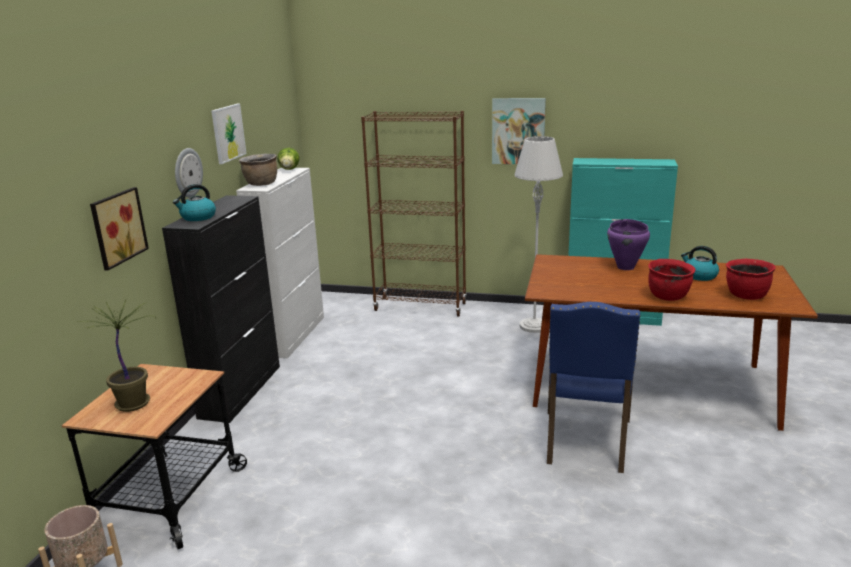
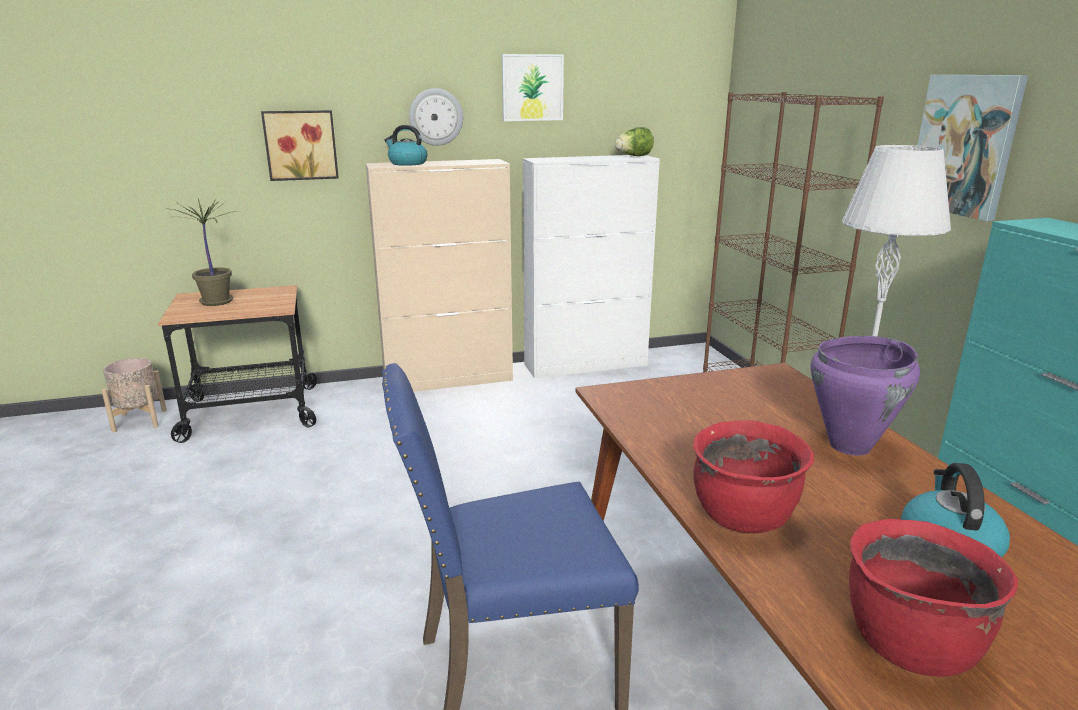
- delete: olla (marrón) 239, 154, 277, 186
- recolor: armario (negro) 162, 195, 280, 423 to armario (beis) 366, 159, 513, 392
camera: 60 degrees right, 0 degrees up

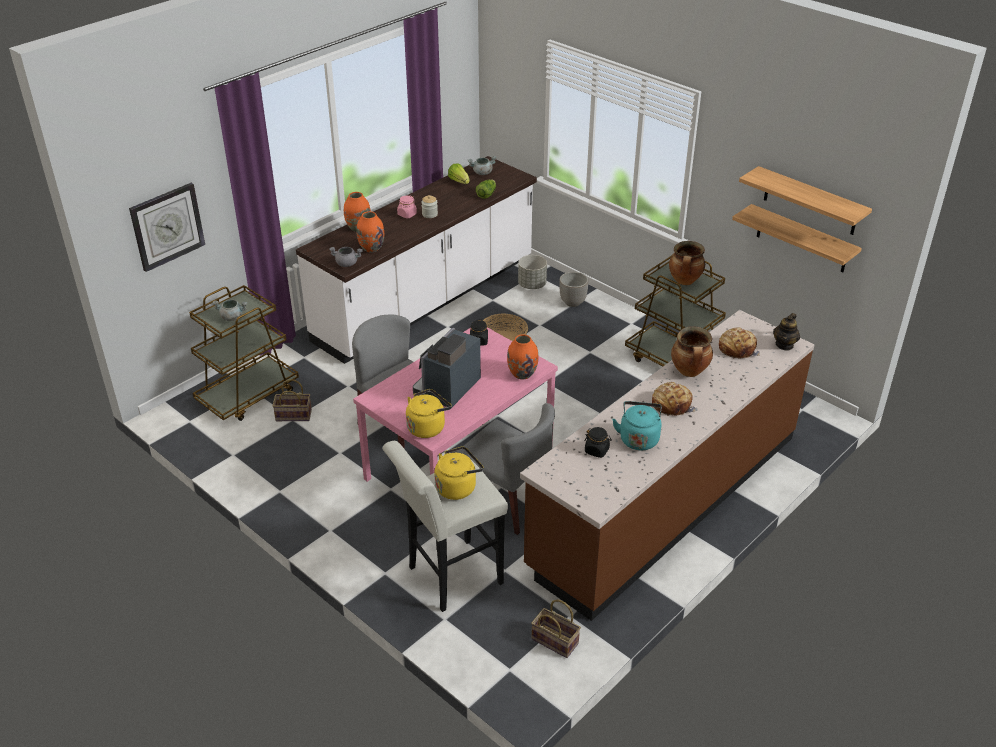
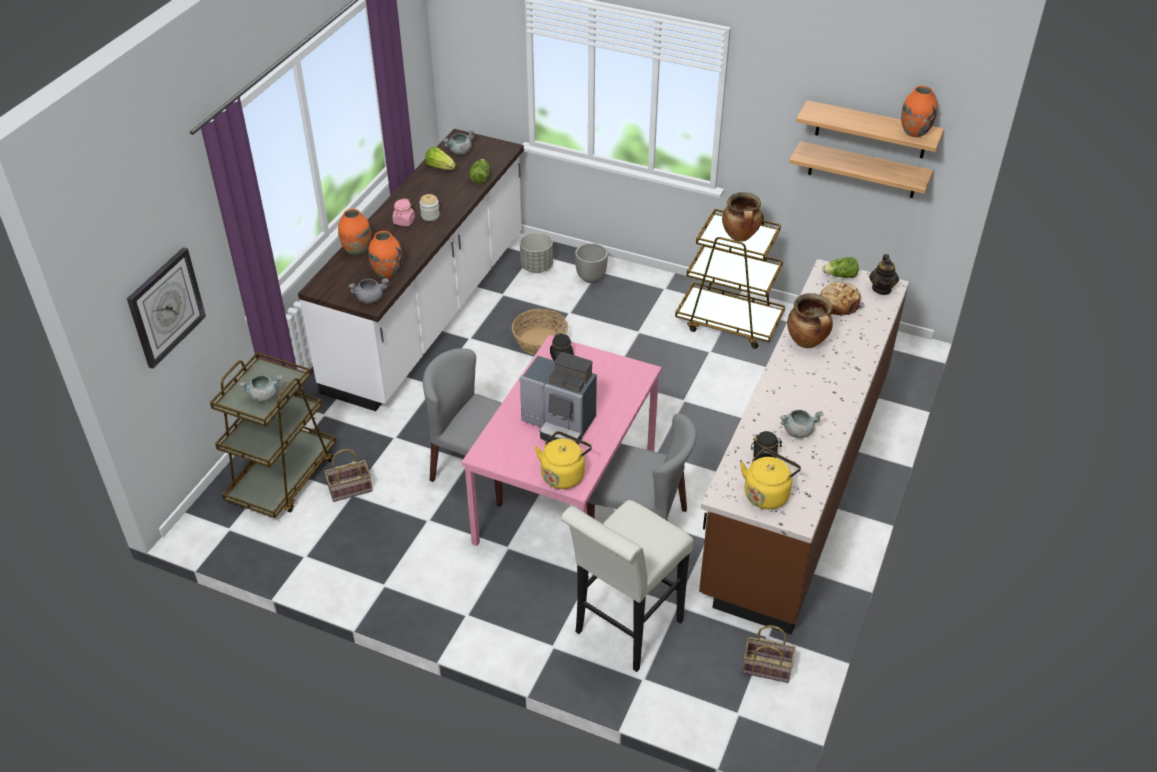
- rotate: cafetera 413, 328, 481, 407 = 520, 352, 597, 445 75 degrees counterclockwise
- move: florero (naranja) 507, 334, 539, 380 to 901, 86, 938, 137
- delete: pan 652, 382, 695, 416
- replace: hervidor (turquesa) 612, 401, 662, 450 to olla (gris) 780, 410, 824, 438
- move: hervidor (amarillo) 434, 446, 484, 500 to 740, 448, 801, 509
- insert: lechuga 822, 257, 859, 278
camera: 20 degrees left, 5 degrees up

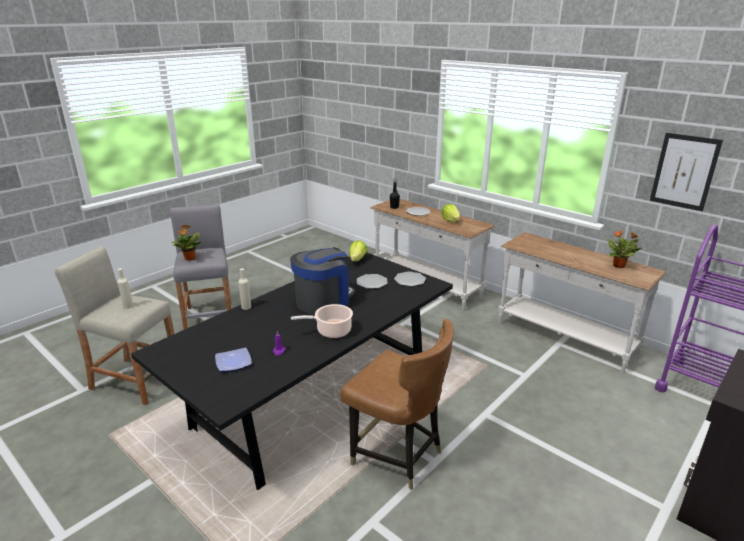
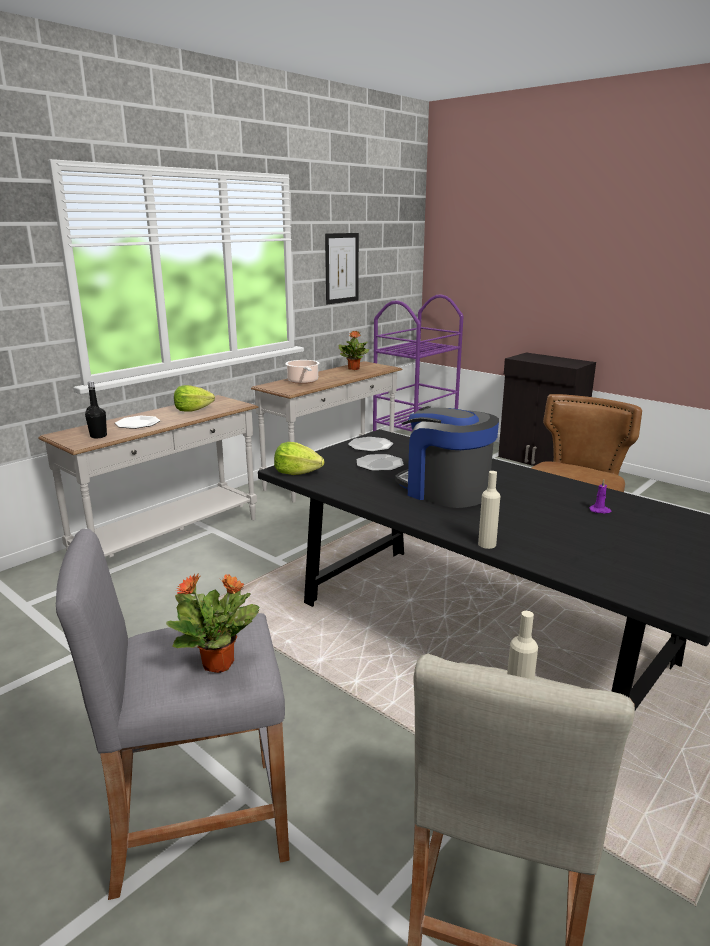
- move: olla 291, 304, 353, 338 to 285, 360, 320, 384
- delete: plato 215, 347, 252, 372
camera: 90 degrees left, 5 degrees down

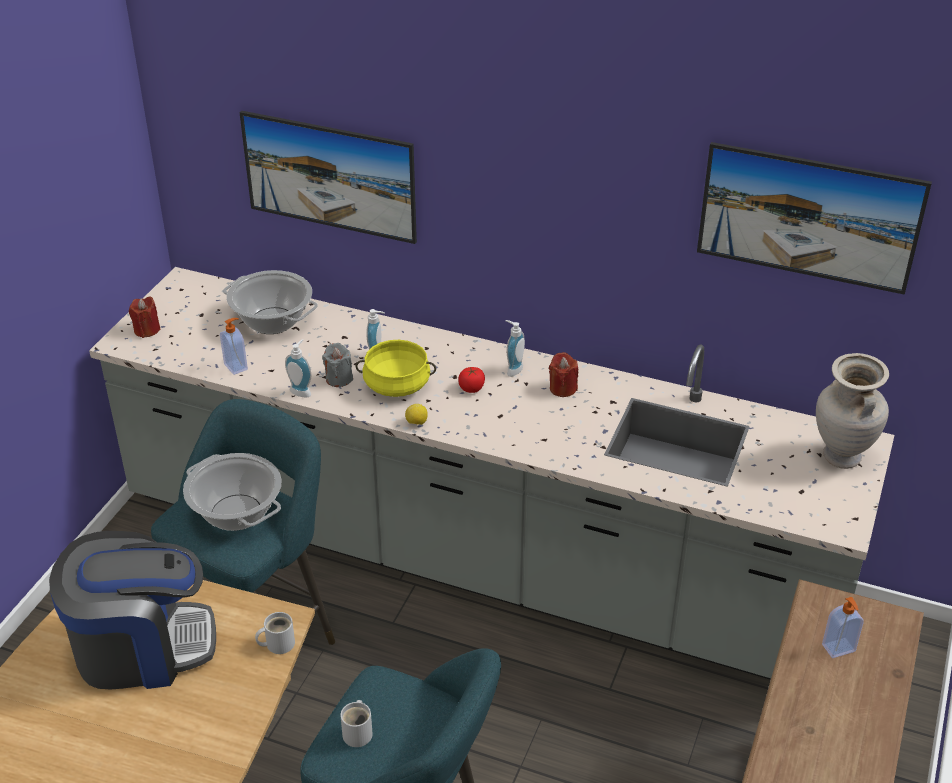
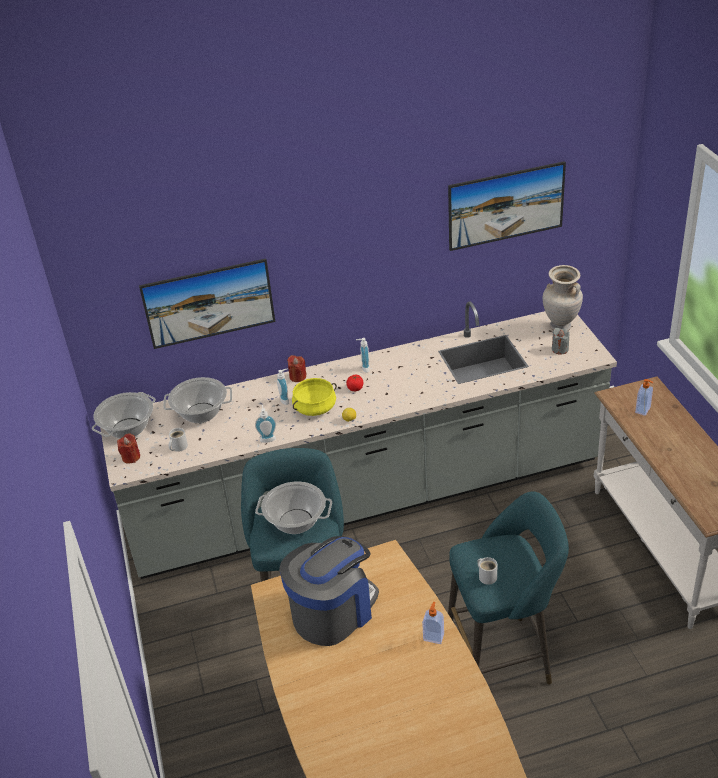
- move: dispensador de jabón 220, 318, 248, 375 to 422, 602, 444, 644
- move: vela (gris) 322, 343, 353, 387 to 552, 328, 570, 355
- move: vela (rojo) 549, 352, 578, 397 to 288, 355, 306, 382
- move: taza grande (blanco) 255, 612, 295, 654 to 169, 428, 188, 452
- insert: olla 92, 392, 156, 439
camera: 35 degrees left, 0 degrees up

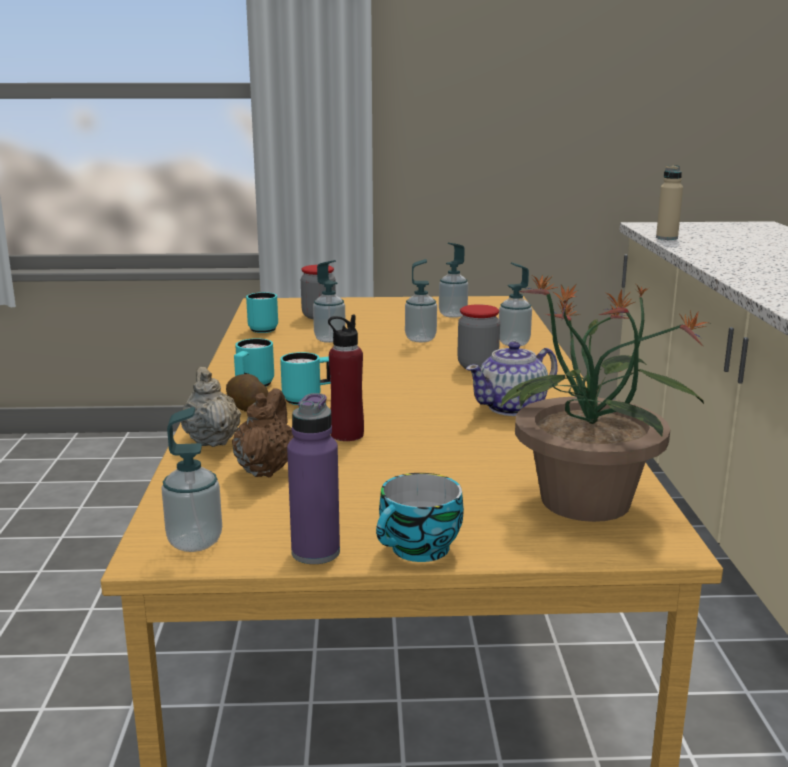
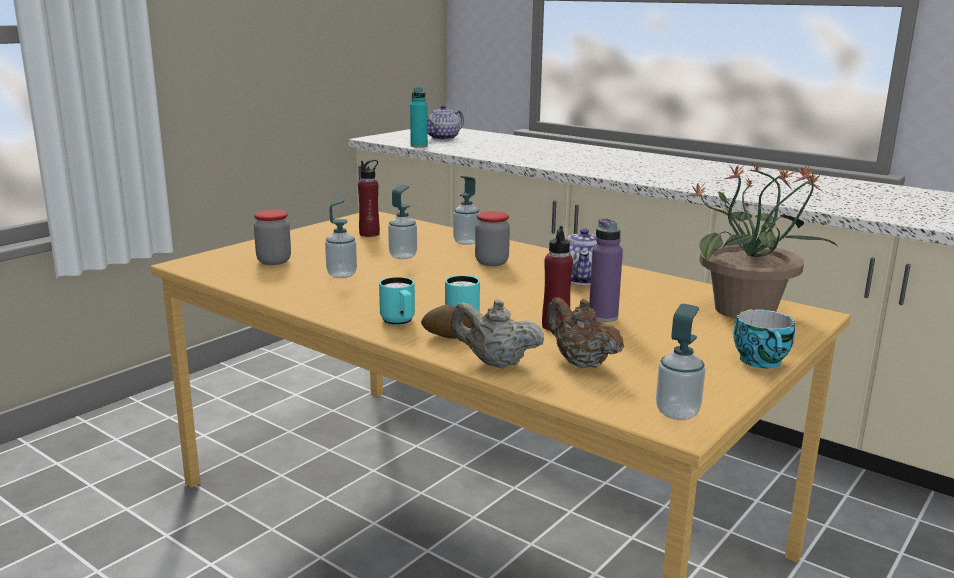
- recolor: botella (beis) 656, 165, 683, 240 to botella (turquesa) 410, 87, 428, 147
- replace: dispensador de jabón 439, 243, 468, 318 to botella (rojo) 358, 160, 380, 237
- delete: taza grande (turquesa) 246, 292, 278, 333
- move: botella (morado) 287, 393, 340, 564 to 589, 218, 623, 322
- insert: tetera 427, 105, 464, 140
camera: 50 degrees left, 0 degrees up

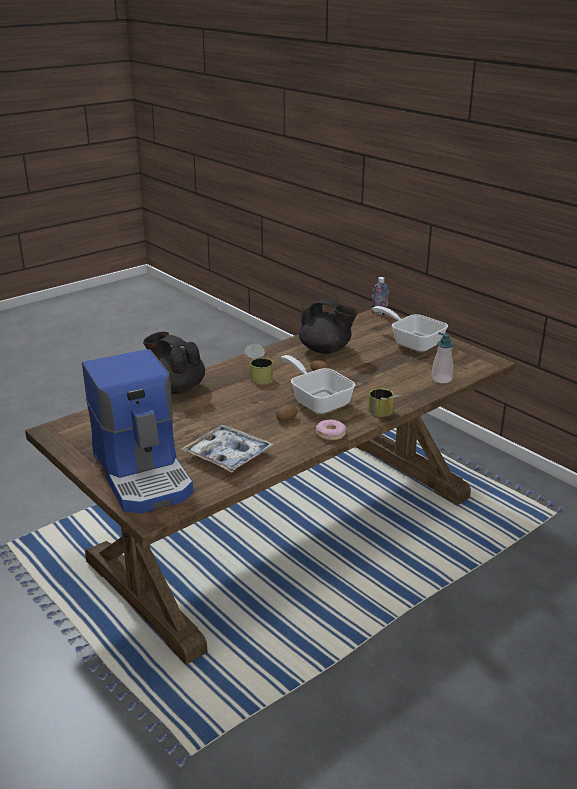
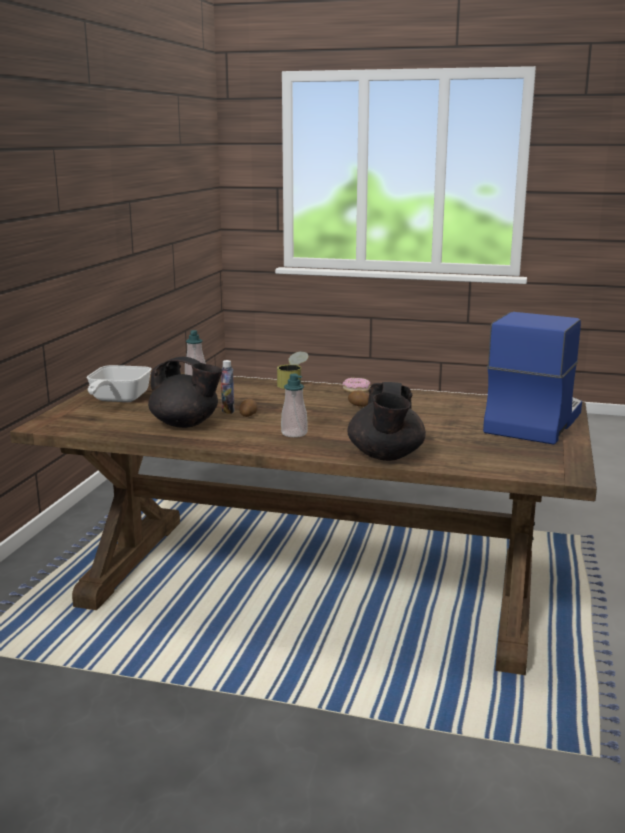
- move: botella 372, 277, 389, 315 to 221, 360, 235, 414
- rotate: tetera (negro) 299, 299, 357, 354 = 148, 357, 223, 428 120 degrees clockwise
- replace: lata 245, 343, 273, 384 to dispensador de jabón 281, 374, 308, 437
- delete: sartén 281, 355, 355, 414
- delete: bandeja 181, 425, 274, 472
camera: 125 degrees left, 10 degrees down

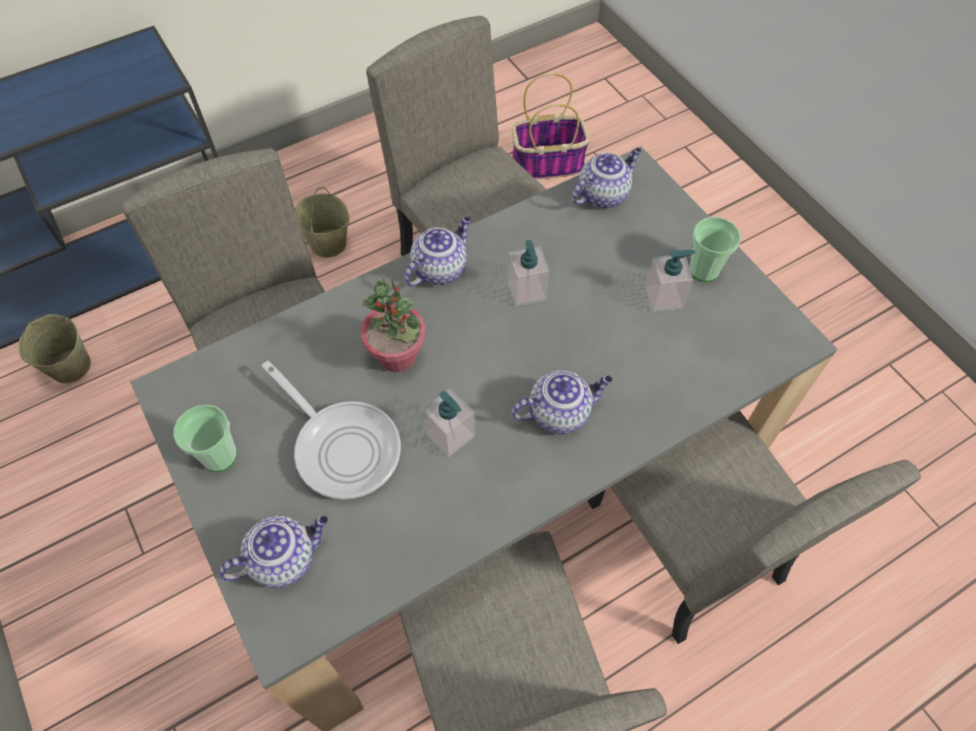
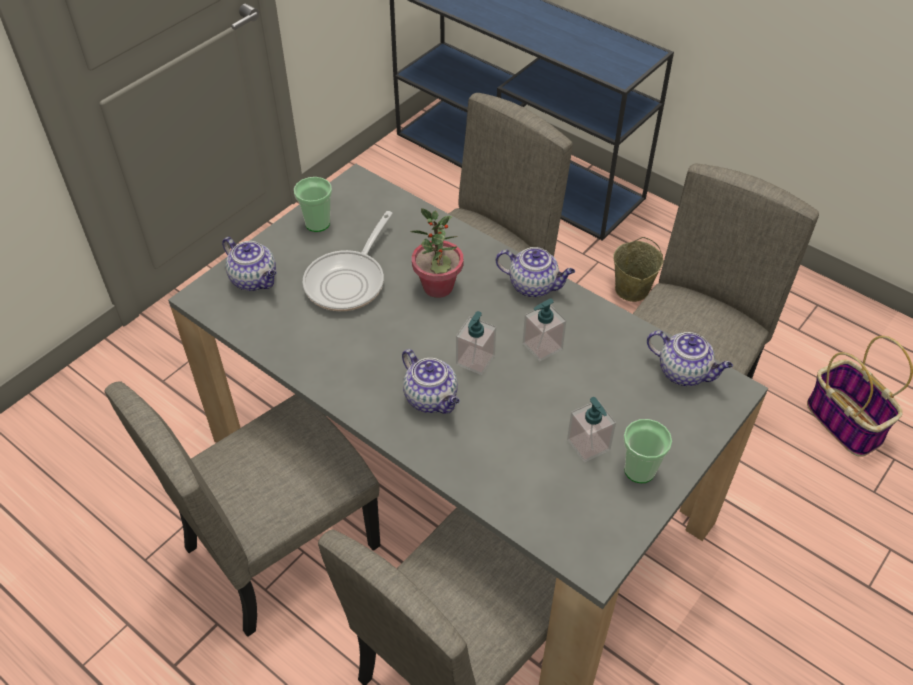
- delete: cubo (beis) 18, 314, 91, 383
- move: dispensador de jabón 422, 388, 475, 457 to 456, 311, 496, 375
camera: 70 degrees right, 10 degrees down

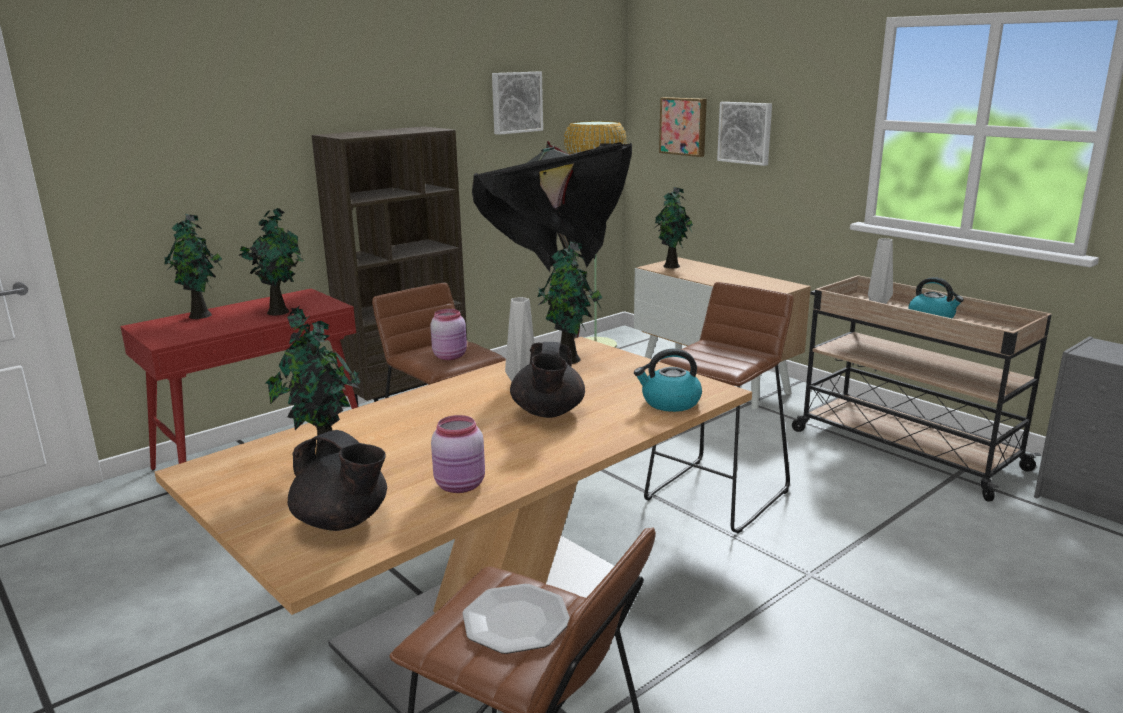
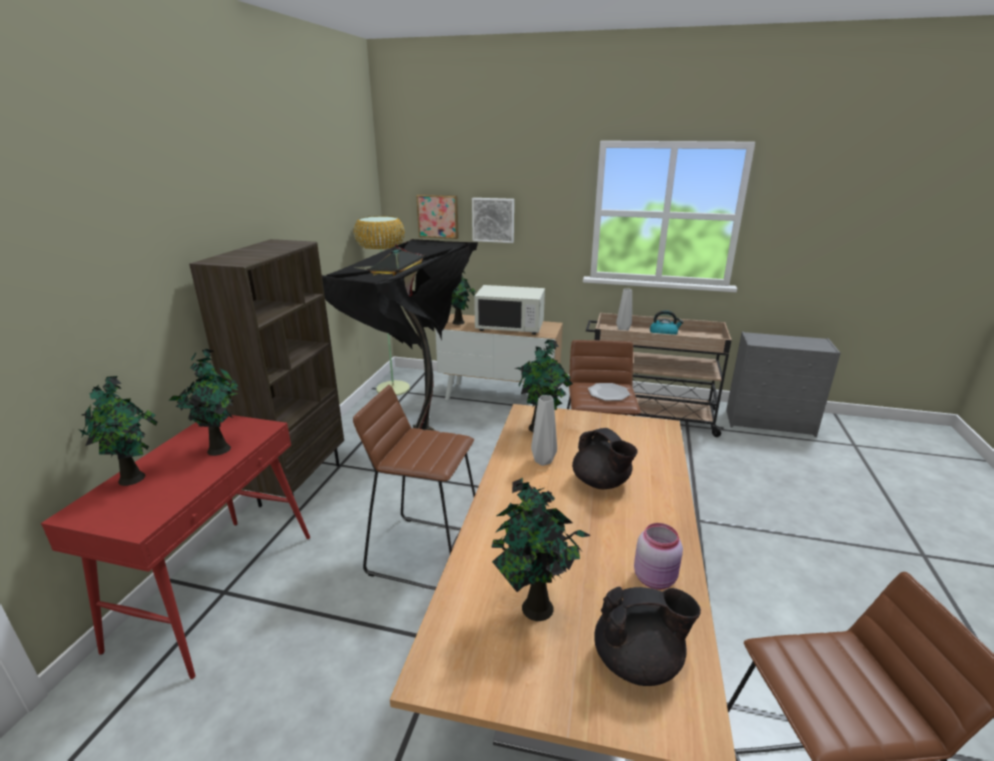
- delete: cuadro 492, 72, 543, 135
- delete: tarro (rosa) 430, 309, 467, 360
- delete: hervidor 634, 349, 702, 412
- move: plato 462, 584, 570, 654 to 588, 383, 630, 401
- insert: microondas (blanco) 474, 285, 545, 335
camera: 35 degrees left, 5 degrees up

